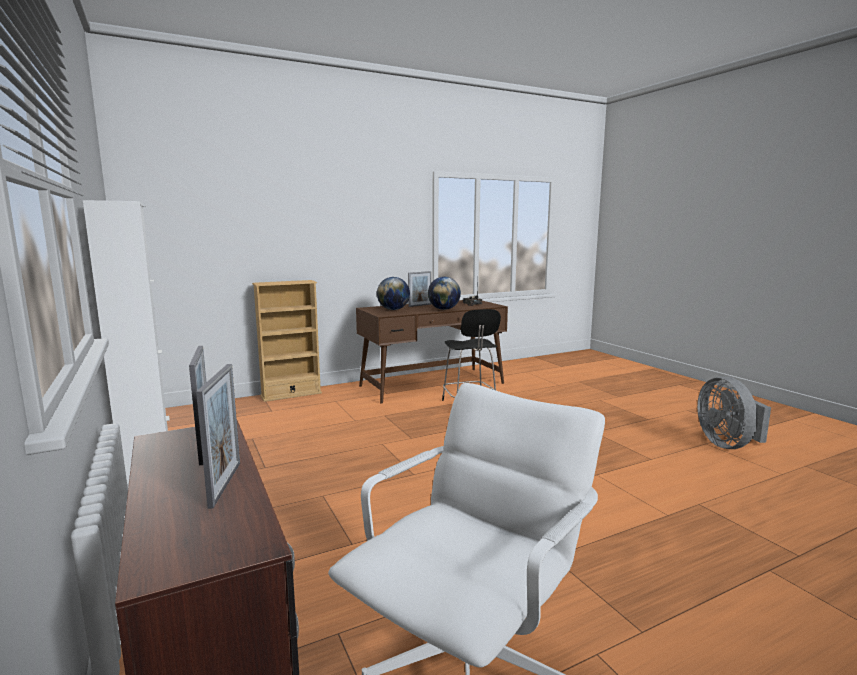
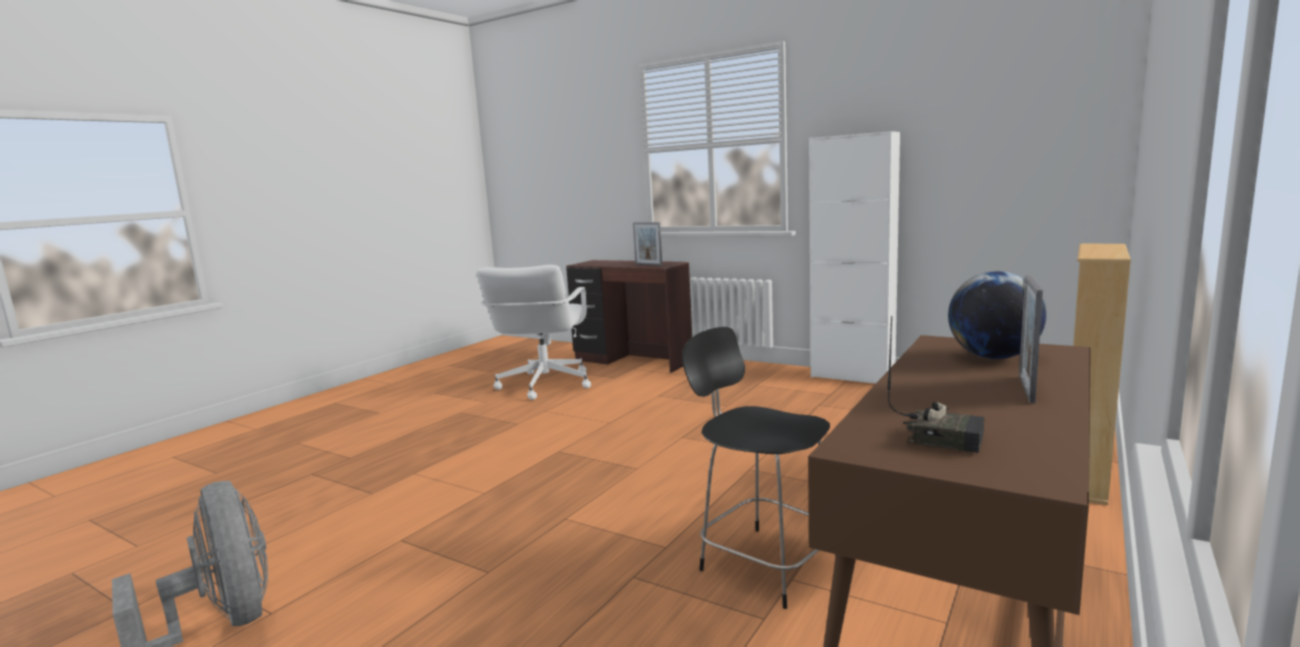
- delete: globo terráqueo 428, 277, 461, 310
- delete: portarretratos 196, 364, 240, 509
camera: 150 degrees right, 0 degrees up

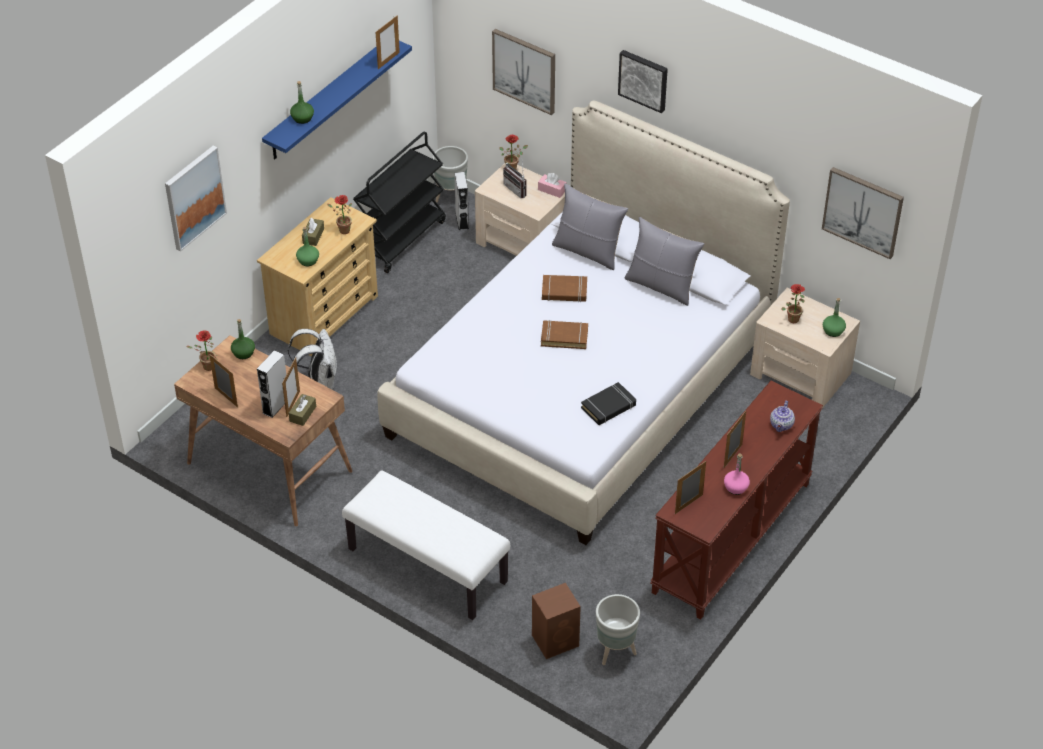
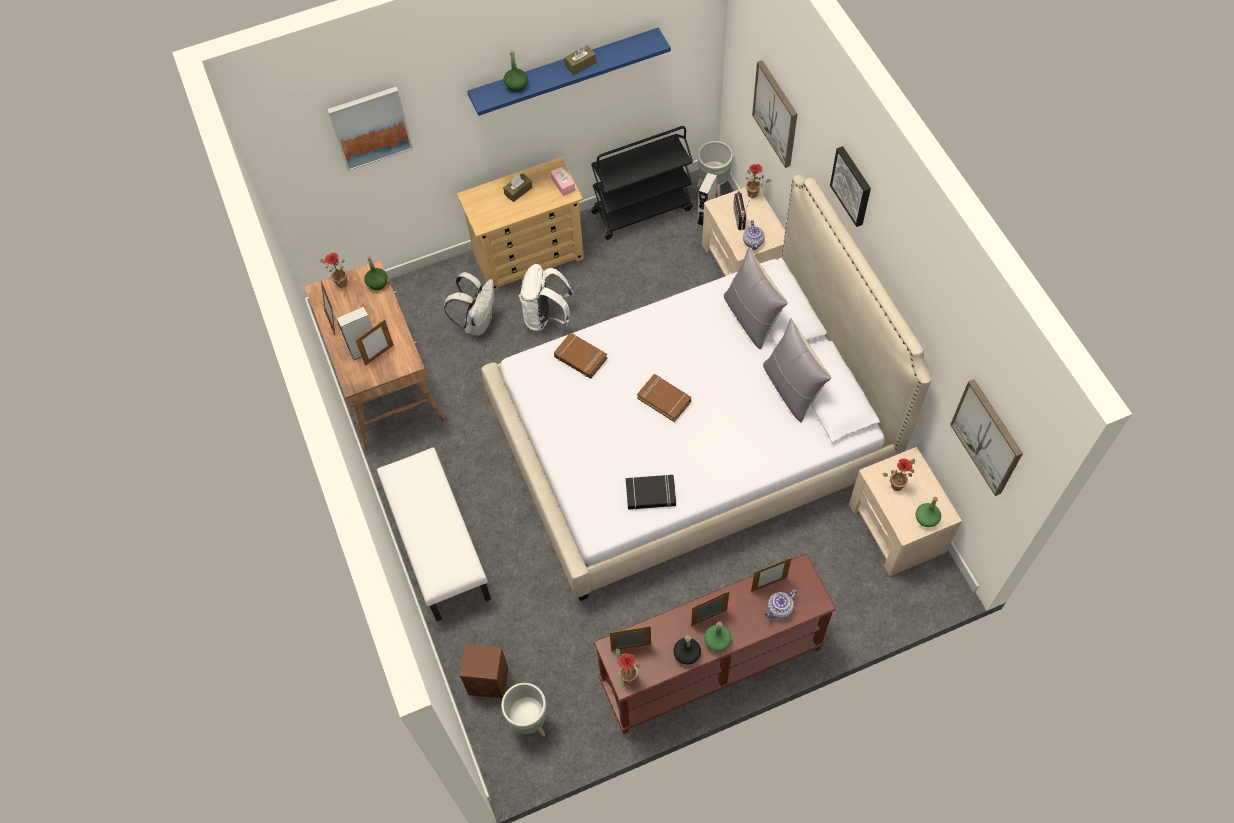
- move: portarretratos 376, 16, 400, 69 to 751, 557, 792, 592
- move: caja de pañuelos (rosa) 538, 173, 567, 198 to 551, 166, 575, 196
- move: planta en maceta 327, 195, 352, 234 to 616, 648, 641, 688
- move: botella (verde) 296, 227, 319, 266 to 704, 622, 732, 651
- move: libro (marrón) 542, 275, 587, 302 to 554, 332, 607, 378
- move: caja de pañuelos (marrón) 289, 394, 316, 426 to 564, 45, 596, 75
- recolor: botella (rosa) 724, 453, 750, 495 to botella (negro) 673, 635, 701, 665
- insert: tetera 743, 220, 765, 250
- insert: mochila (blanco) 519, 264, 573, 332
camera: 35 degrees right, 15 degrees up

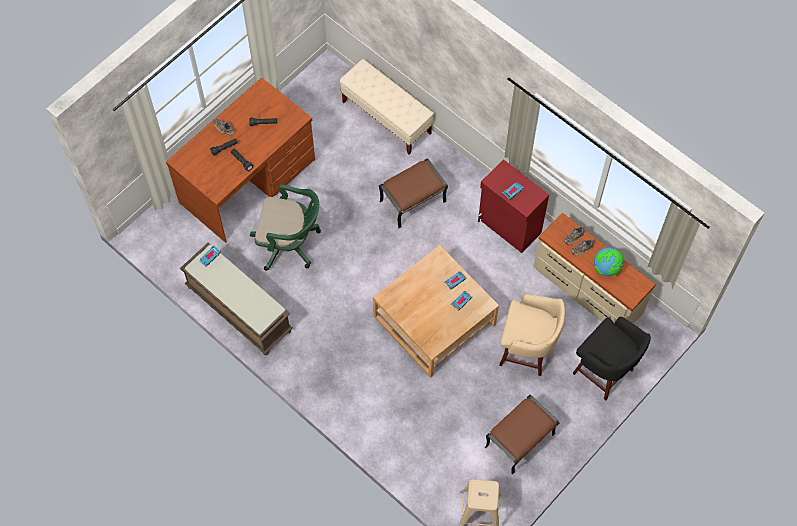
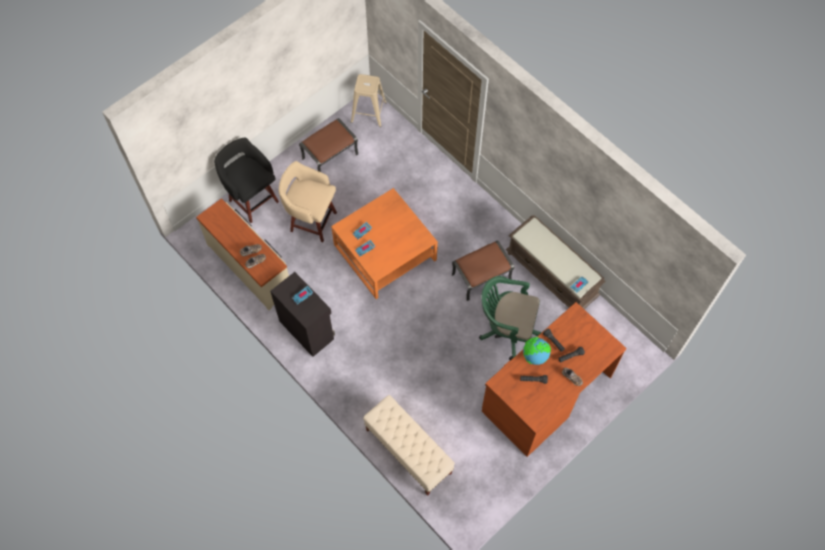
- move: puf (marrón) 379, 158, 448, 228 to 452, 240, 514, 301
- recolor: armario (rojo) 478, 159, 549, 253 to armario (negro) 270, 272, 335, 357
- recolor: mesa de centro (beis) 373, 245, 499, 377 to mesa de centro (naranja) 331, 188, 438, 299
- move: globo terráqueo 594, 247, 624, 276 to 523, 337, 551, 365
camera: 175 degrees left, 0 degrees up

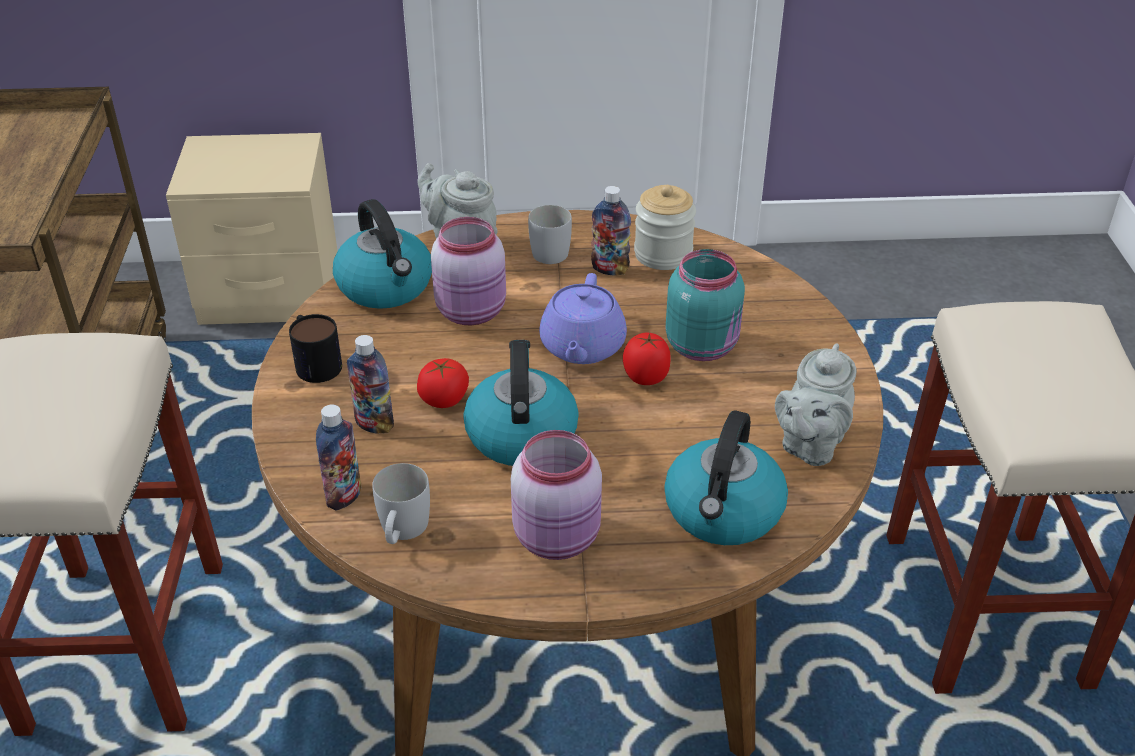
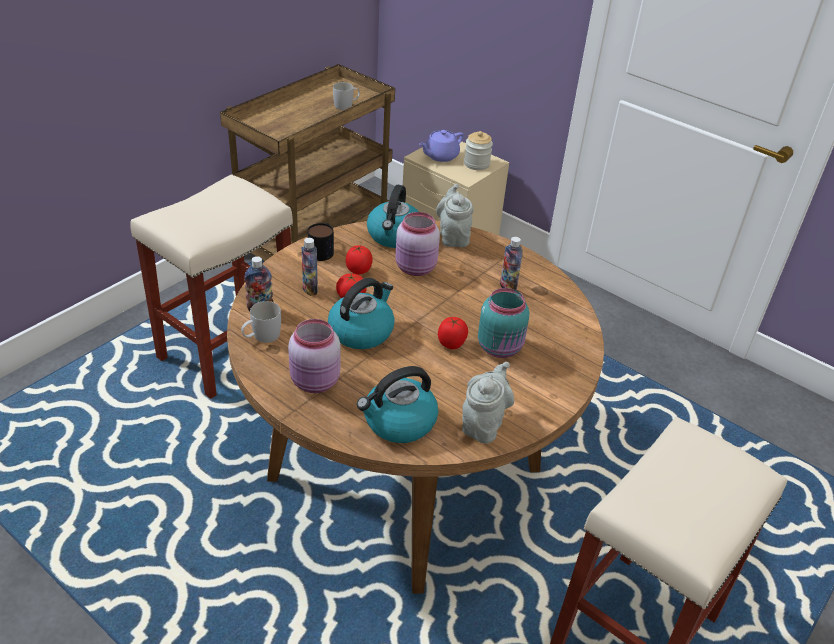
- move: tarro 634, 185, 696, 270 to 464, 131, 493, 170
- move: taza grande (blanco) 528, 205, 572, 264 to 333, 82, 360, 110
- move: tetera (morado) 539, 273, 627, 364 to 419, 130, 464, 162
- rotate: tetera (gris) 775, 343, 857, 466 = 462, 362, 514, 444 135 degrees clockwise
- insert: tomate 346, 245, 373, 275
camera: 40 degrees right, 0 degrees up

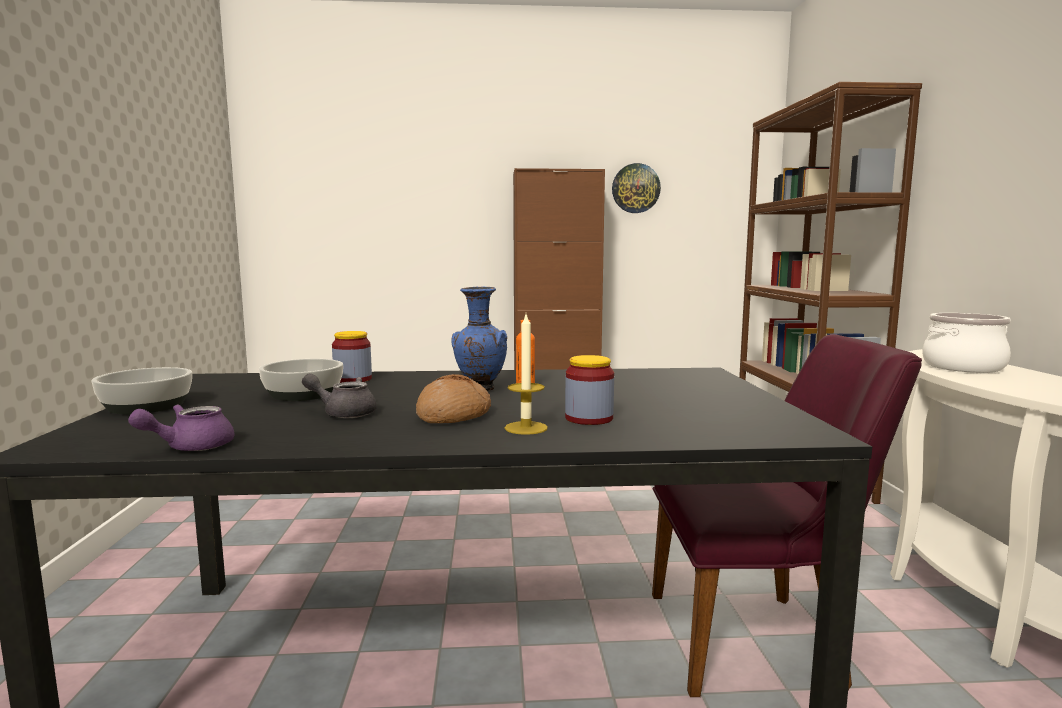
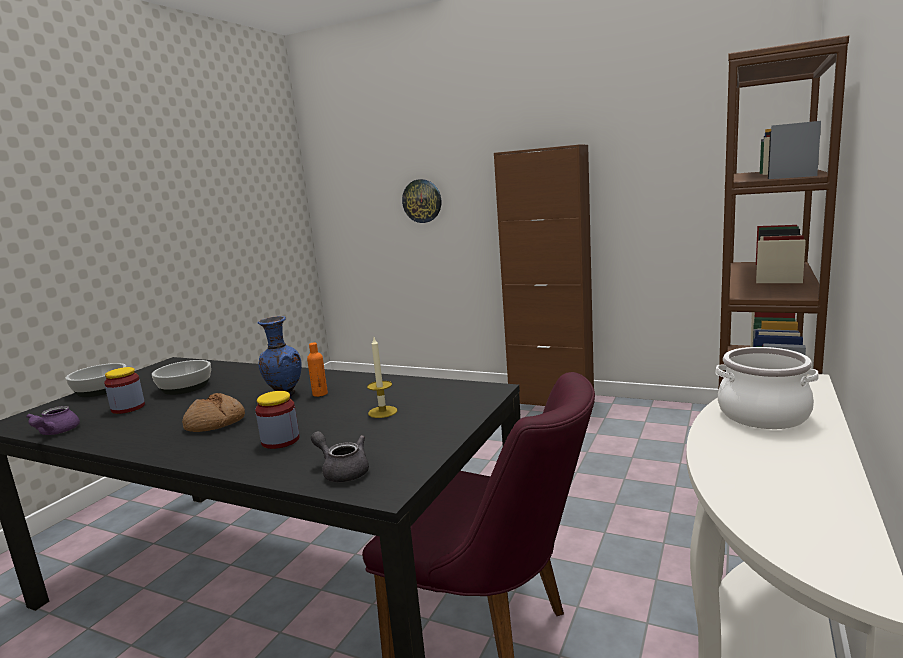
- move: reloj de pared 612, 163, 661, 213 to 402, 179, 441, 223
- move: vela 505, 314, 548, 435 to 367, 338, 397, 418
- move: tarro 332, 331, 372, 383 to 104, 367, 145, 414
- move: tetera (gris) 302, 373, 377, 418 to 311, 431, 369, 482
- rotate: tetera (morado) 128, 405, 234, 451 = 26, 406, 80, 435 75 degrees counterclockwise
camera: 30 degrees right, 5 degrees up

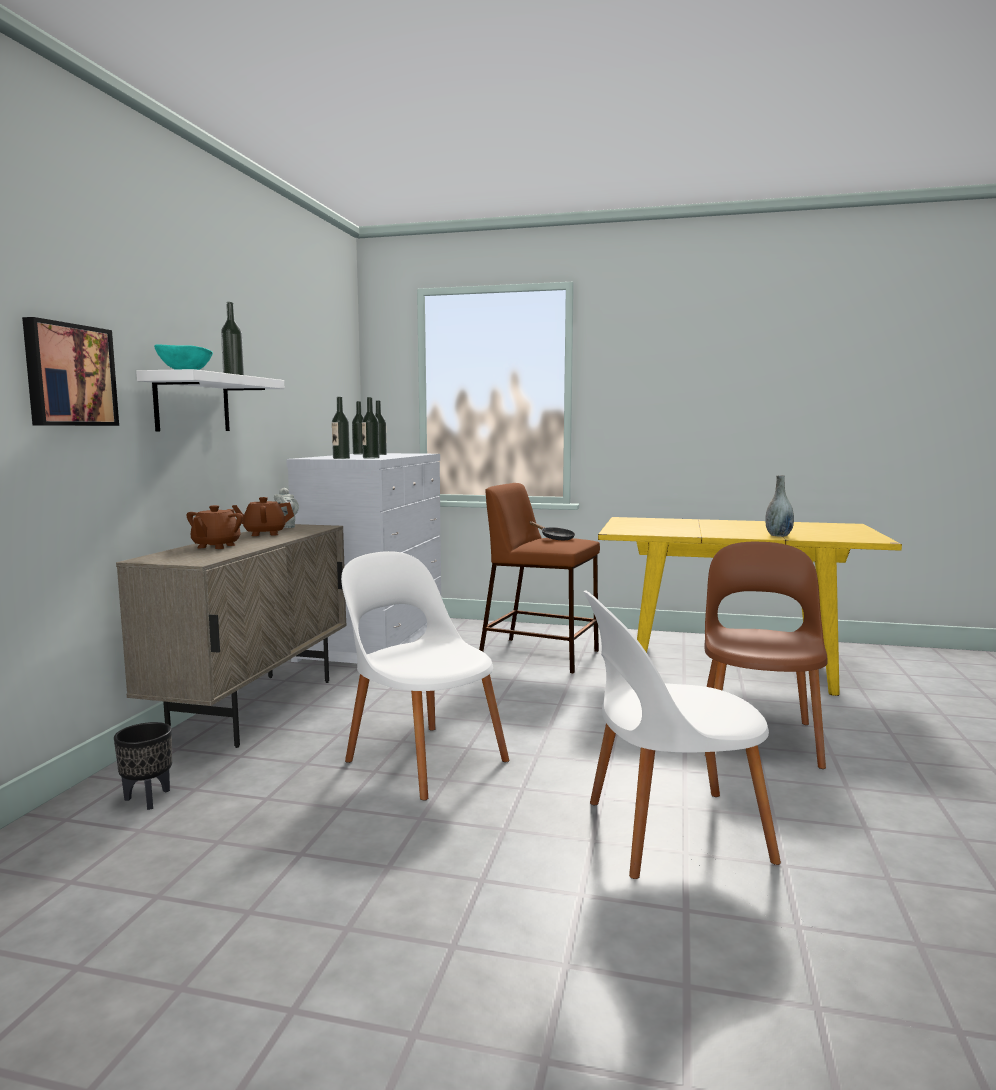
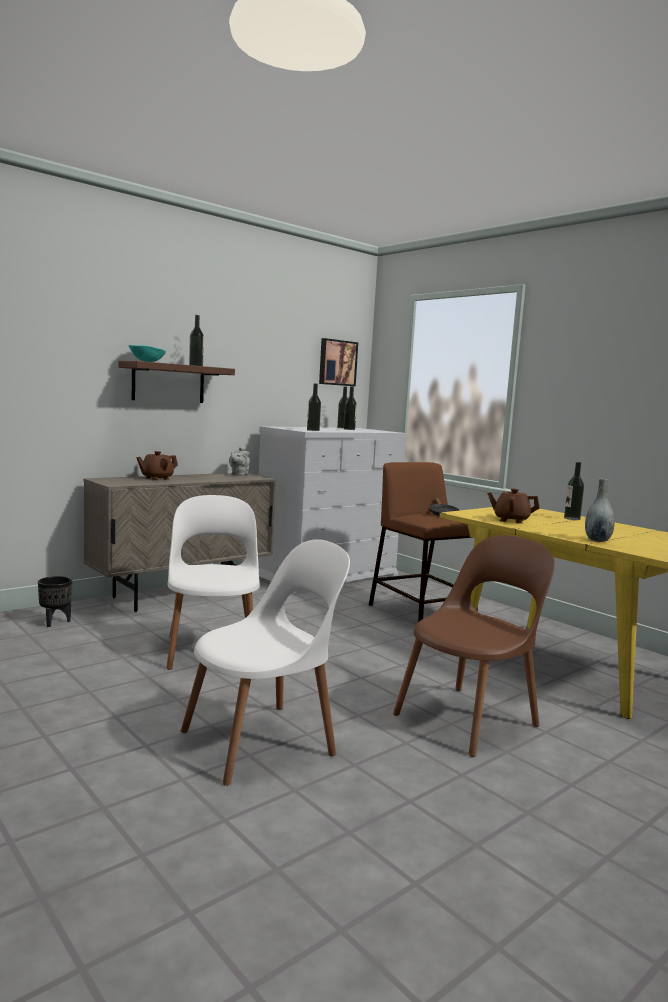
- move: cuadro 22, 317, 119, 426 to 319, 338, 358, 386
- recolor: estante (blanco) 136, 369, 284, 432 to estante (marrón) 118, 361, 235, 403
- move: botella 332, 397, 350, 459 to 564, 462, 584, 520
- move: tetera (marrón) 232, 497, 294, 536 to 487, 489, 540, 524
- rotate: silla (blanco) 584, 590, 781, 879 = 181, 539, 350, 786 120 degrees clockwise
camera: 35 degrees right, 0 degrees up

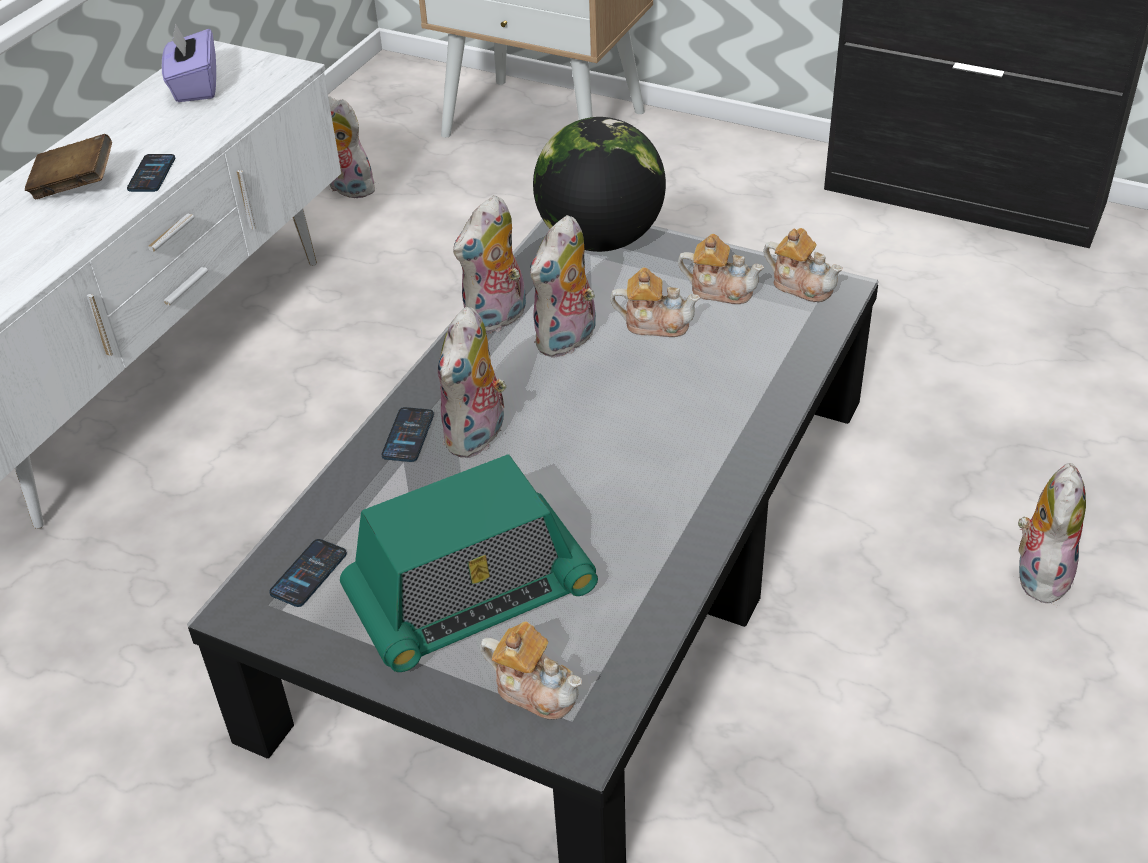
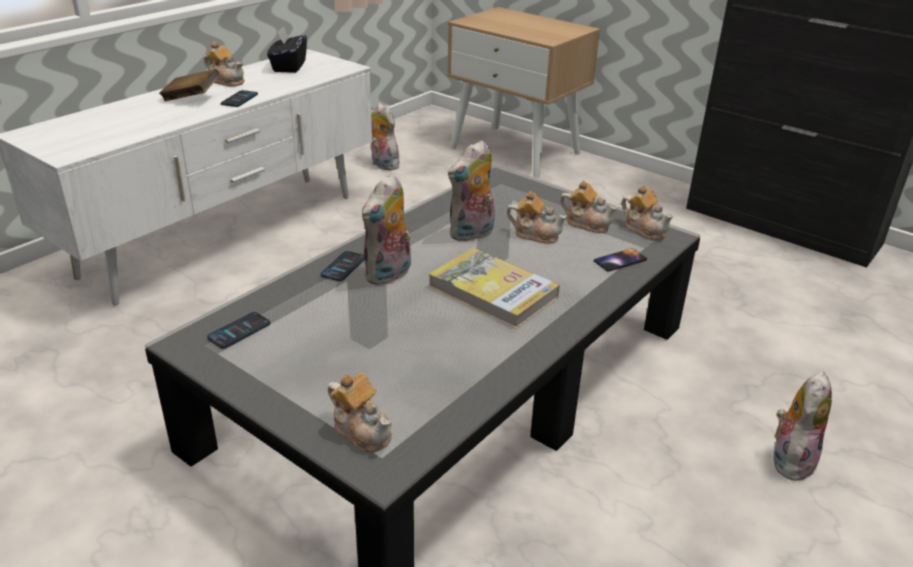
- recolor: caja de pañuelos (morado) 162, 23, 216, 102 to caja de pañuelos (negro) 267, 26, 307, 73
- delete: globo terráqueo 533, 117, 666, 252
- delete: peluche 453, 195, 526, 335
- delete: radio 340, 454, 598, 672
- insert: tetera 204, 41, 245, 87
- insert: libro 429, 248, 560, 329
- insert: móvil 594, 248, 647, 272
camera: 10 degrees right, 10 degrees down

